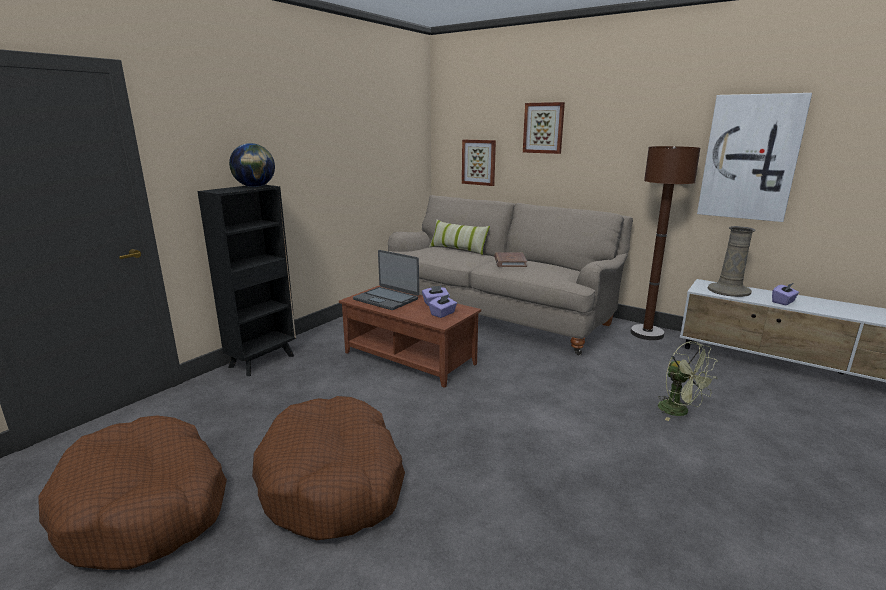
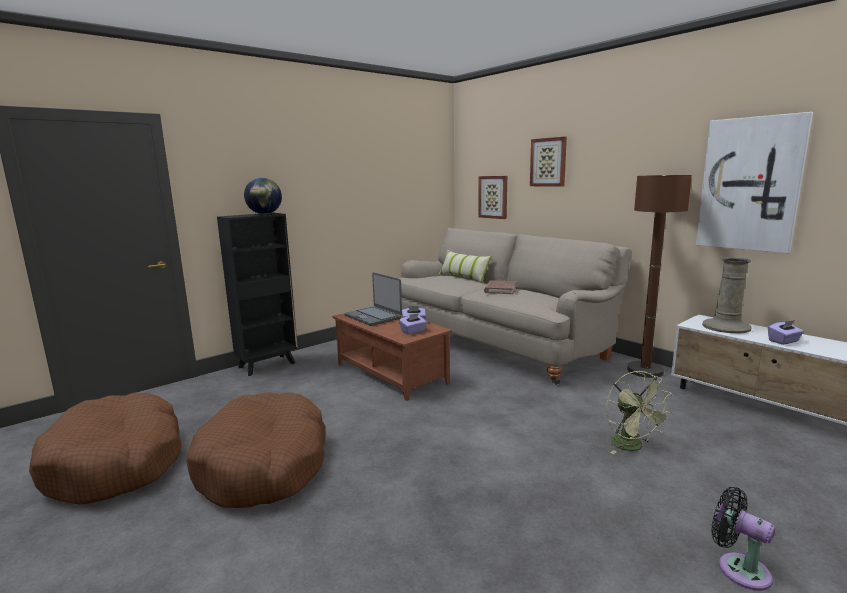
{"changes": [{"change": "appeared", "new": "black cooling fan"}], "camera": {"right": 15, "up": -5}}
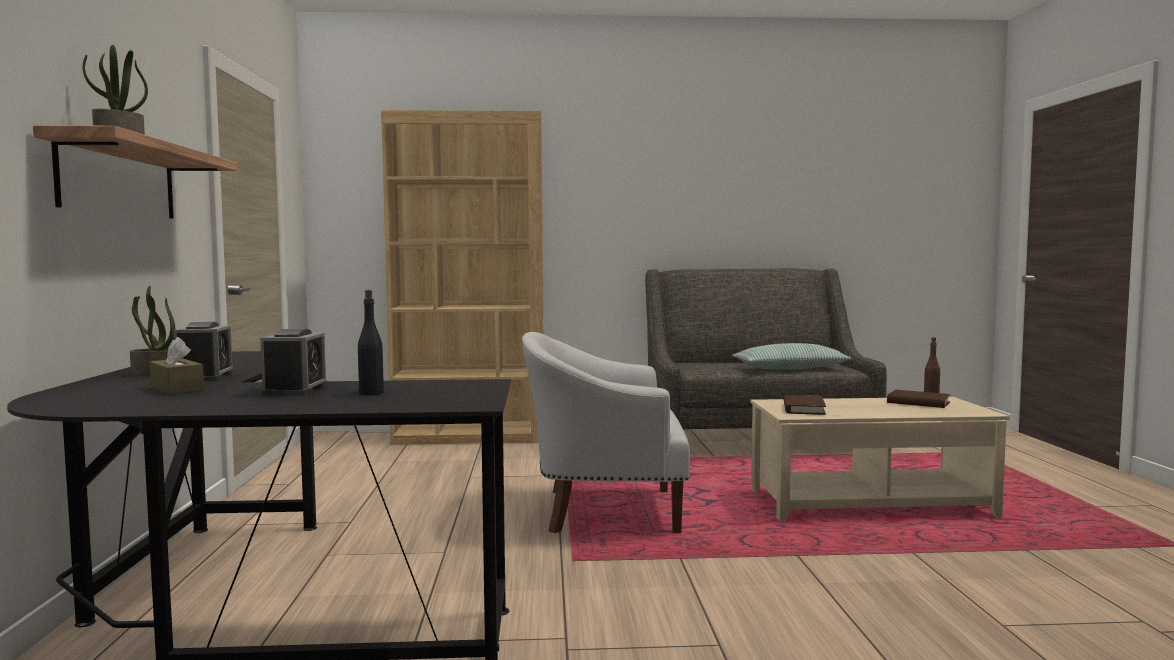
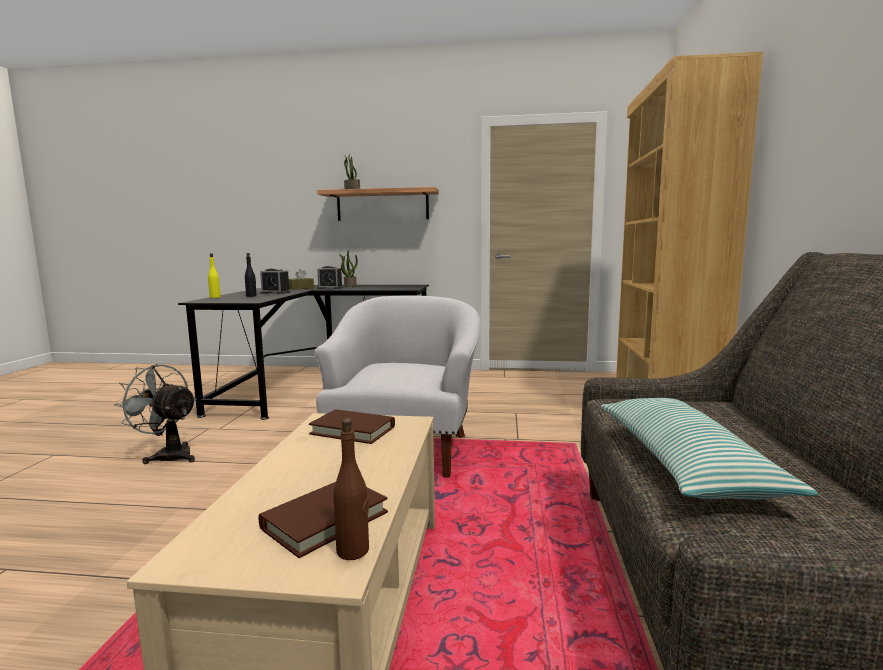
{"changes": [{"change": "appeared", "new": "grey cooling fan"}, {"change": "appeared", "new": "yellow-coloured beverage bottle"}], "camera": {"right": 100, "up": 5}}
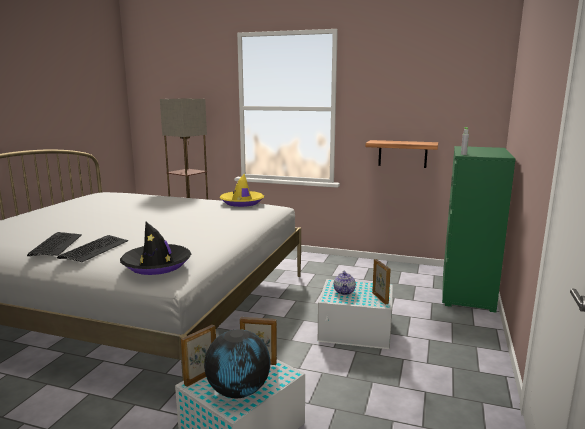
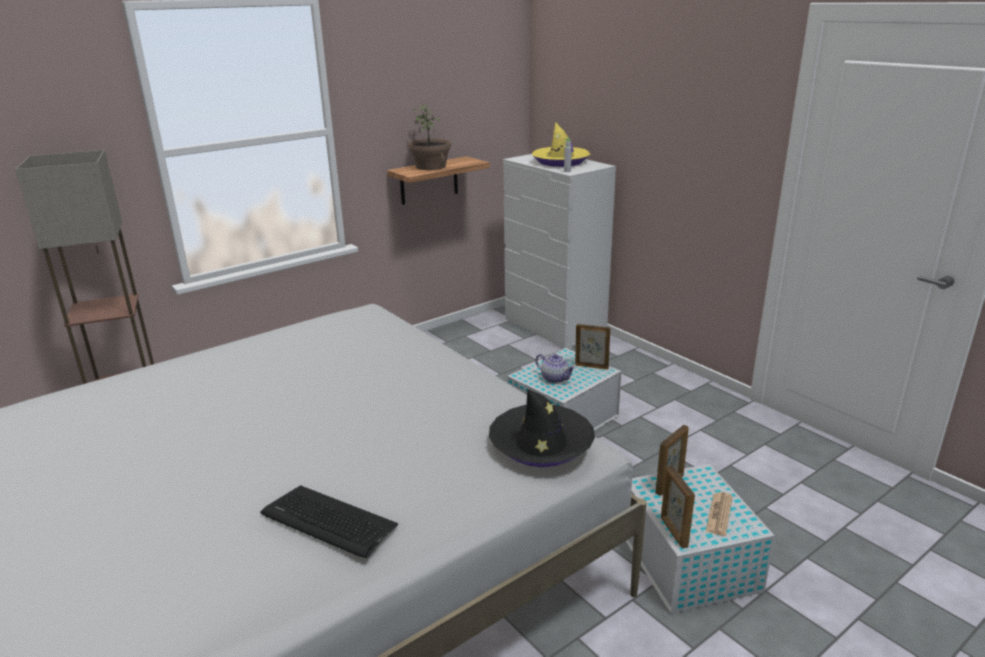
{"changes": [{"change": "missing", "old": "computer keyboard (no. 2 from left)"}, {"change": "exchanged", "old": "desk globe", "new": "newspaper"}, {"change": "relocated", "old": "yellow-coloured clothing hat"}, {"change": "colour", "old": "greenish dresser", "new": "white-coloured dresser"}, {"change": "appeared", "new": "houseplant"}], "camera": {"right": -55, "up": 10}}
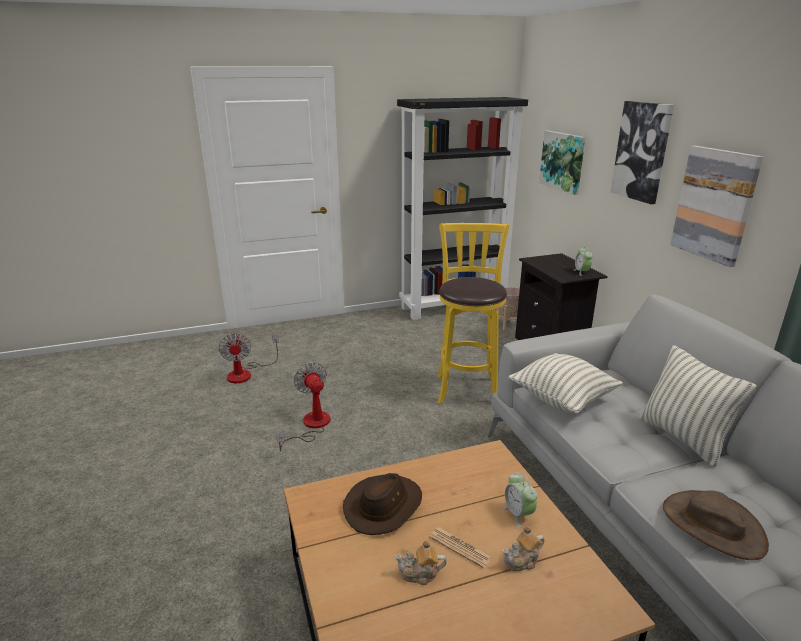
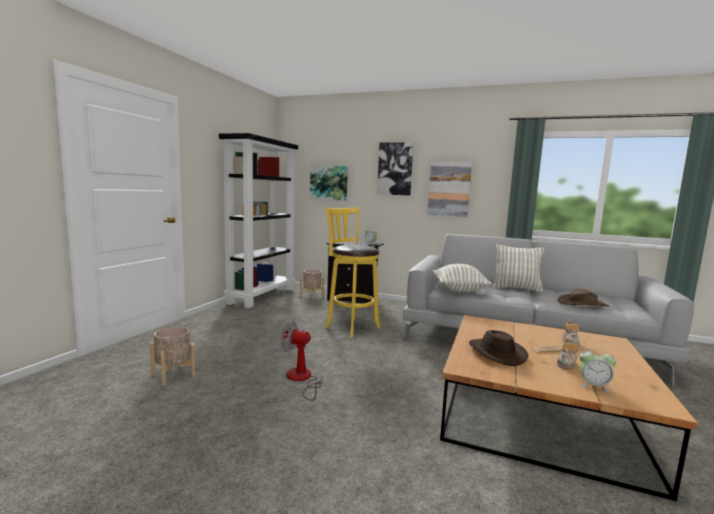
{"changes": [{"change": "exchanged", "old": "cooling fan (no. 1 from left)", "new": "sand-coloured plant pot (no. 1 from left)"}, {"change": "relocated", "old": "table clock (no. 1 from left in the first image)", "new": "table clock (no. 2 from left)"}], "camera": {"right": -50, "up": -15}}
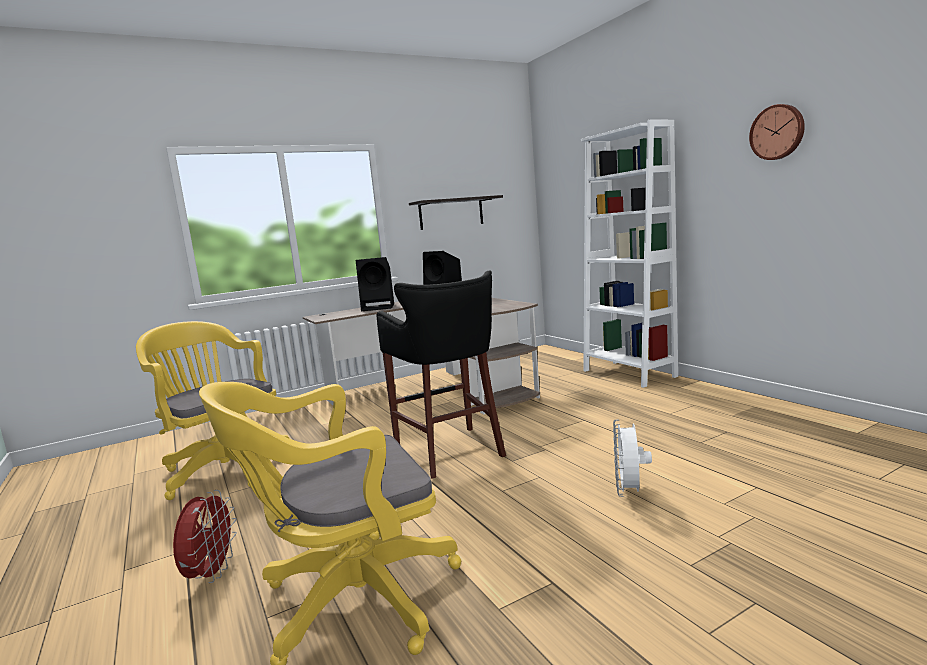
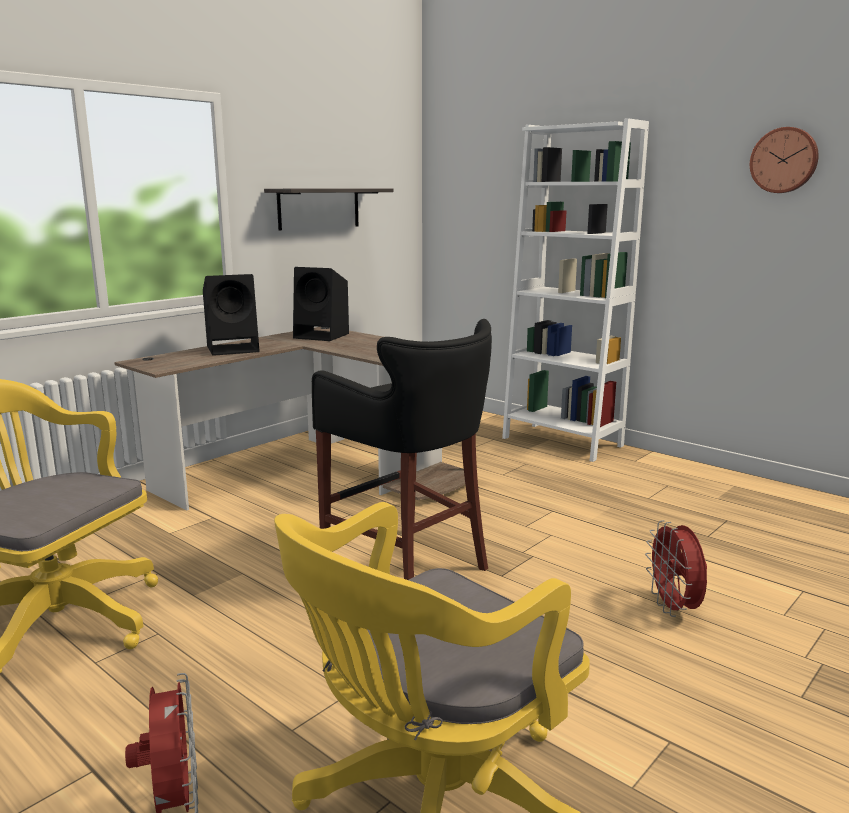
{"changes": [{"change": "colour", "old": "white-coloured cooling fan", "new": "red-coloured cooling fan (no. 2 from left)"}], "camera": {"right": -20, "up": 5}}
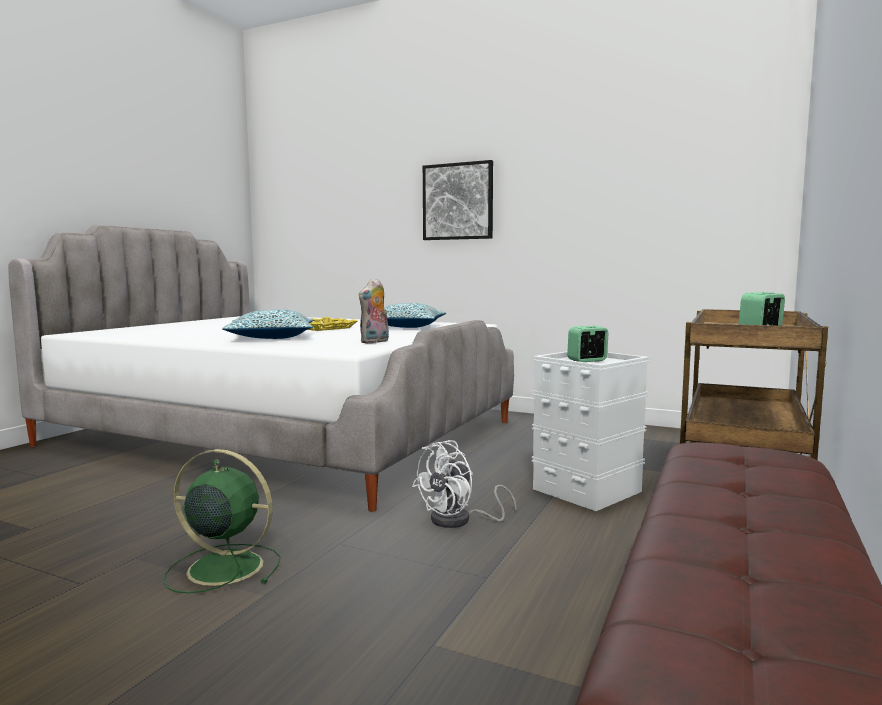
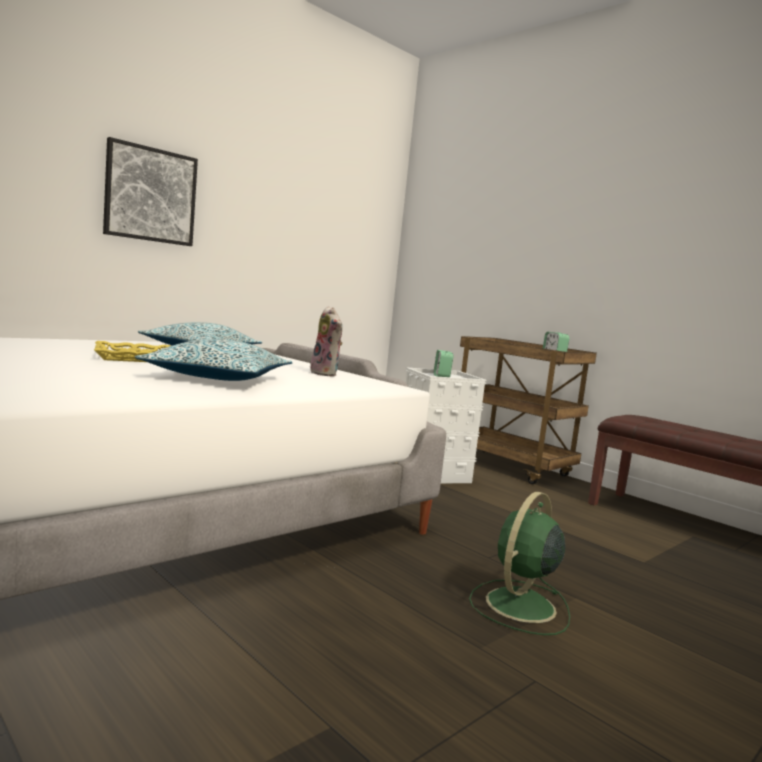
{"changes": [{"change": "missing", "old": "white-coloured cooling fan"}], "camera": {"right": -70, "up": 0}}
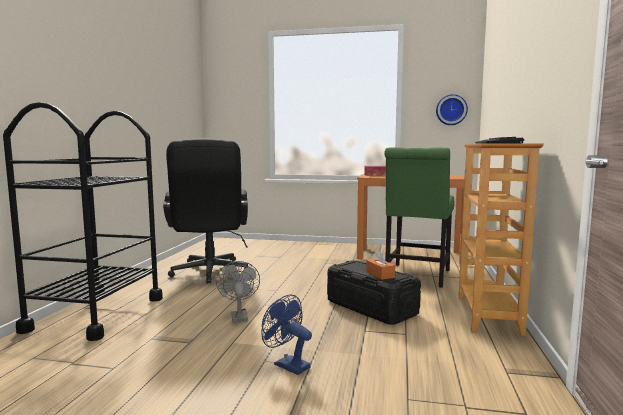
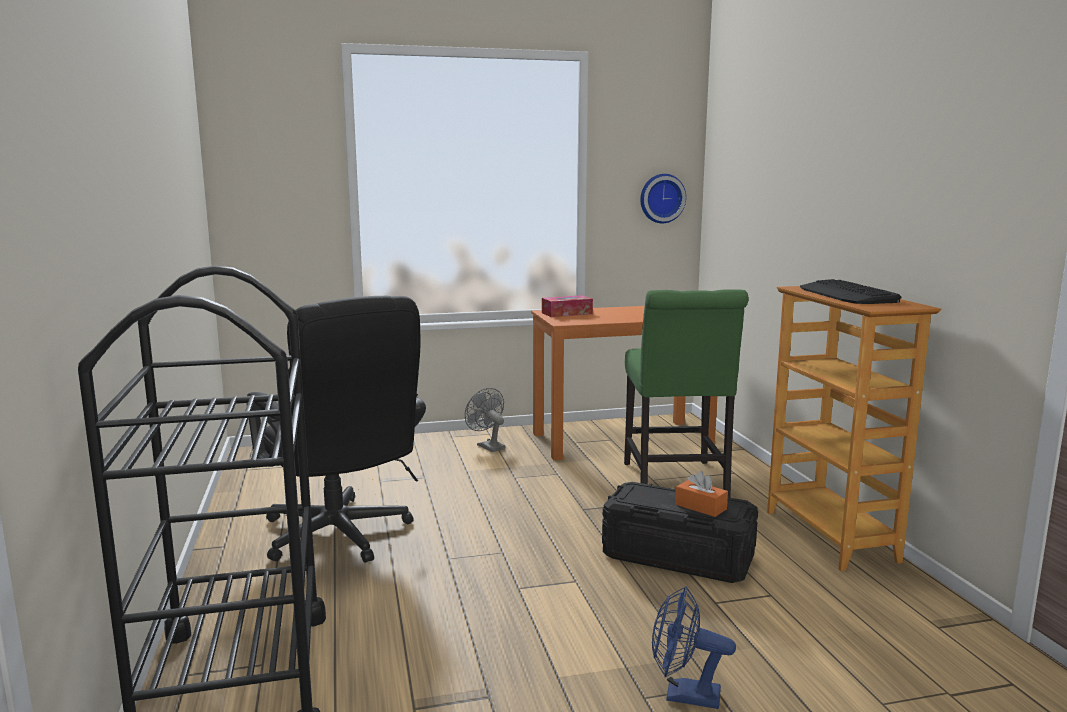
{"changes": [{"change": "relocated", "old": "grey cooling fan"}], "camera": {"right": -25, "up": 5}}
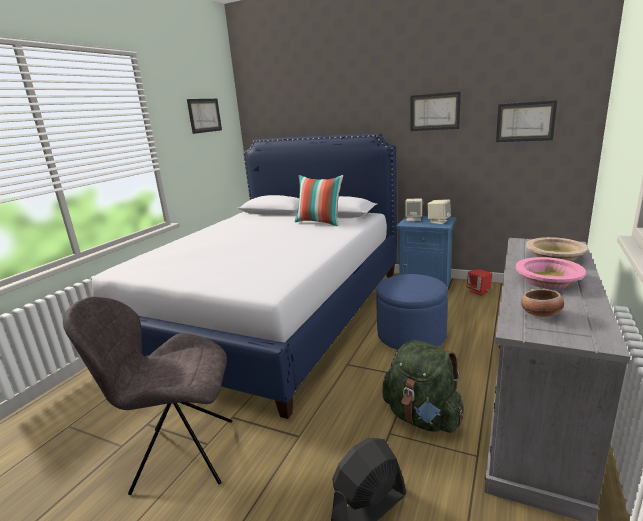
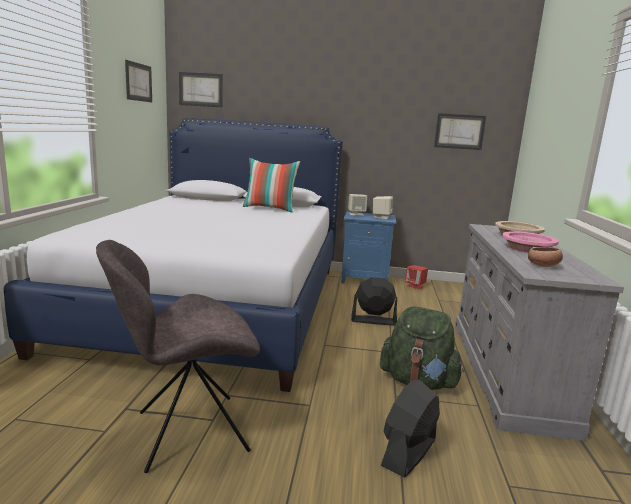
{"changes": [{"change": "exchanged", "old": "blue-coloured footrest", "new": "black cooling fan (no. 1 from left)"}, {"change": "relocated", "old": "wall art (no. 2 from left)"}], "camera": {"right": -20, "up": -5}}
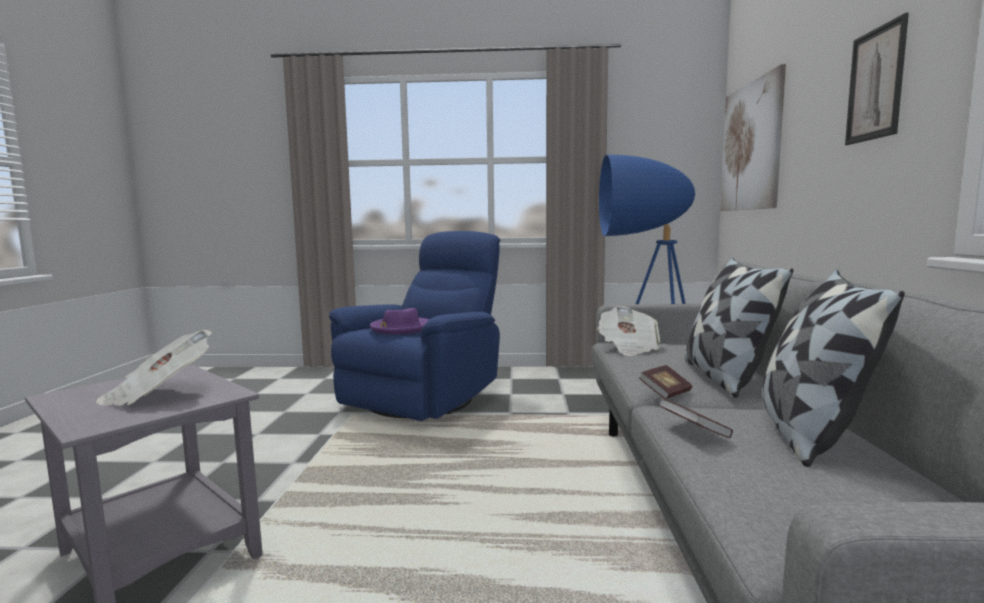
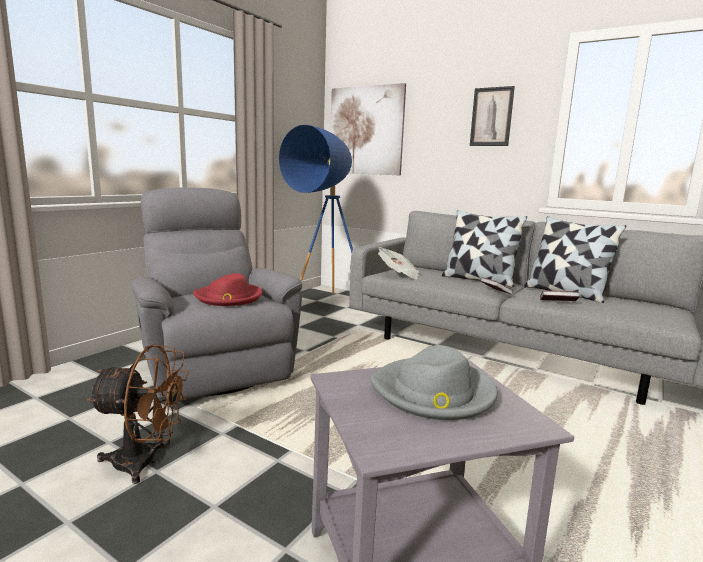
{"changes": [{"change": "exchanged", "old": "newspaper (no. 1 from left)", "new": "grey clothing hat"}, {"change": "colour", "old": "blue-coloured lounge chair", "new": "grey lounge chair"}, {"change": "colour", "old": "purplish clothing hat", "new": "red-coloured clothing hat"}, {"change": "appeared", "new": "brown cooling fan"}], "camera": {"right": -60, "up": 5}}
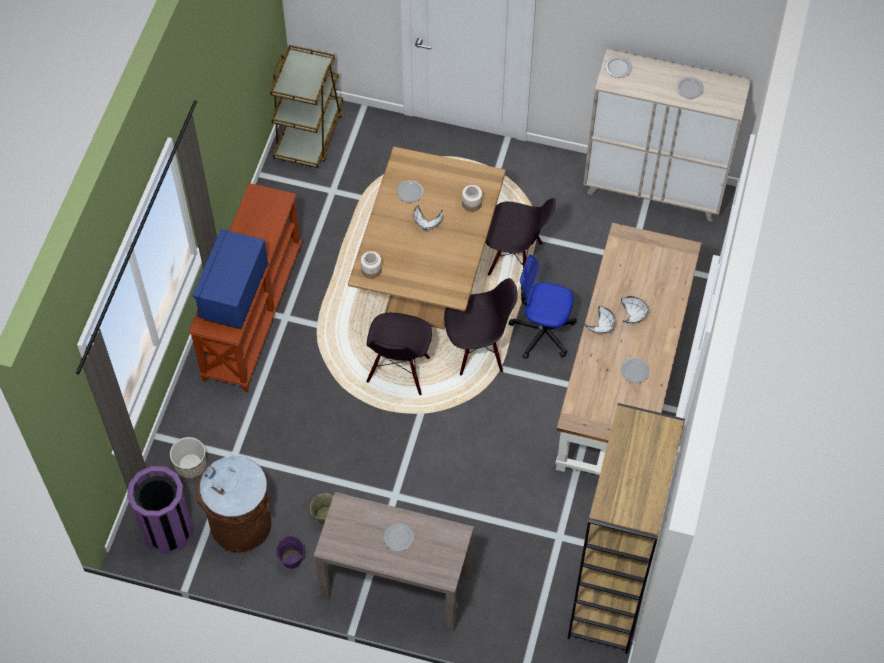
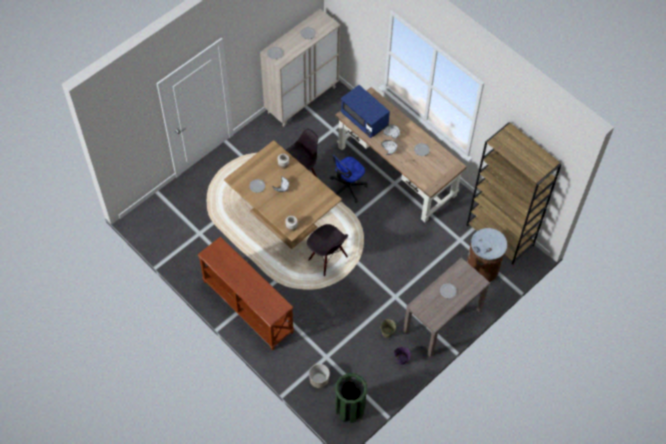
{"changes": [{"change": "colour", "old": "purplish trash can", "new": "greenish trash can"}, {"change": "relocated", "old": "blue-coloured kitchen microwave"}, {"change": "relocated", "old": "brown trash can"}, {"change": "missing", "old": "brown cart"}, {"change": "missing", "old": "black upright chair (no. 2 from left)"}], "camera": {"right": -60, "up": 0}}
